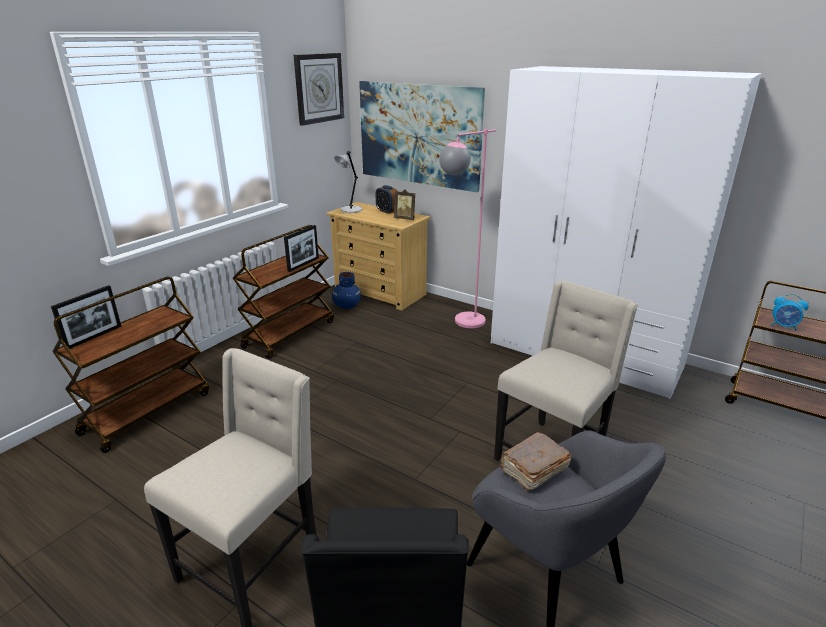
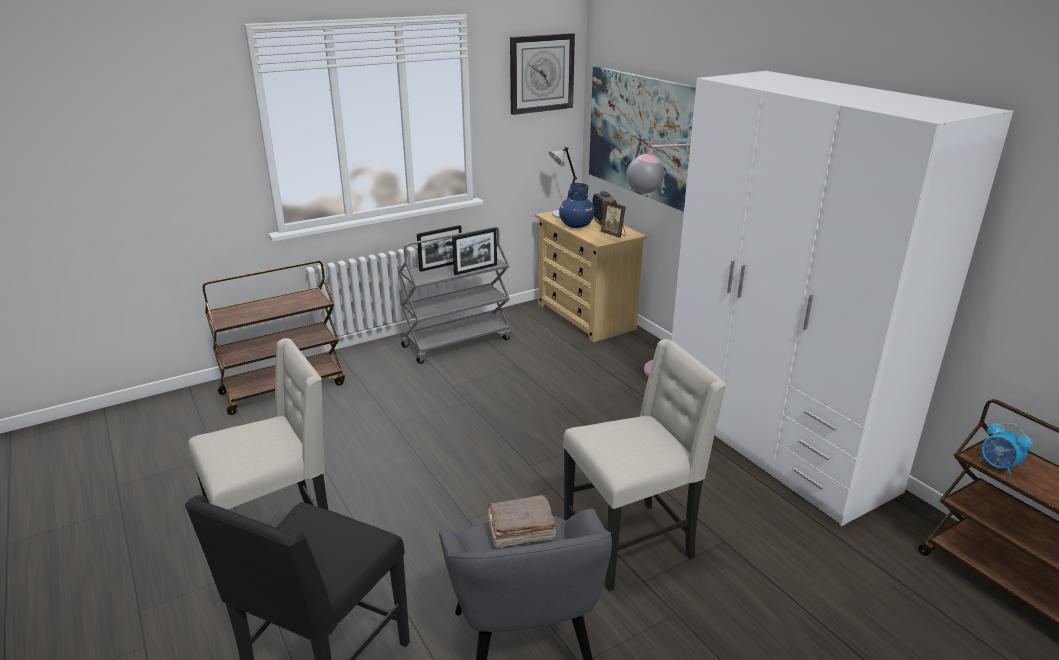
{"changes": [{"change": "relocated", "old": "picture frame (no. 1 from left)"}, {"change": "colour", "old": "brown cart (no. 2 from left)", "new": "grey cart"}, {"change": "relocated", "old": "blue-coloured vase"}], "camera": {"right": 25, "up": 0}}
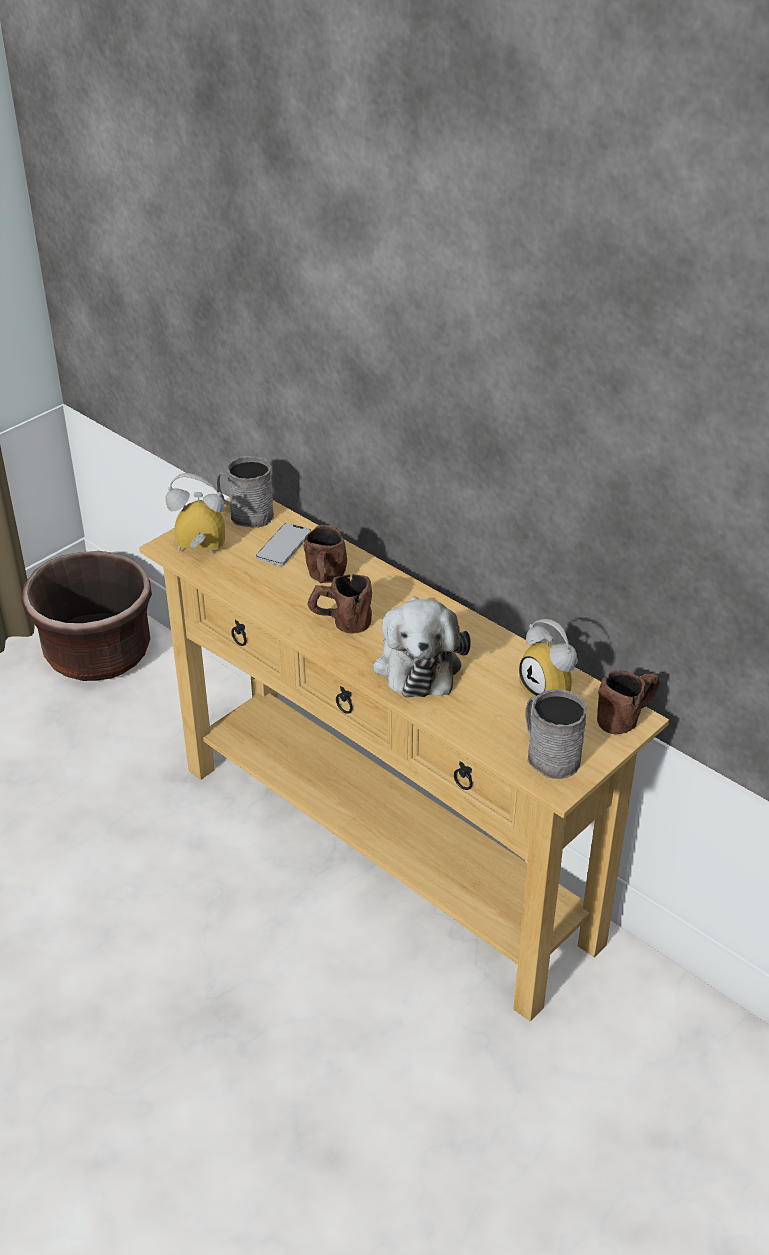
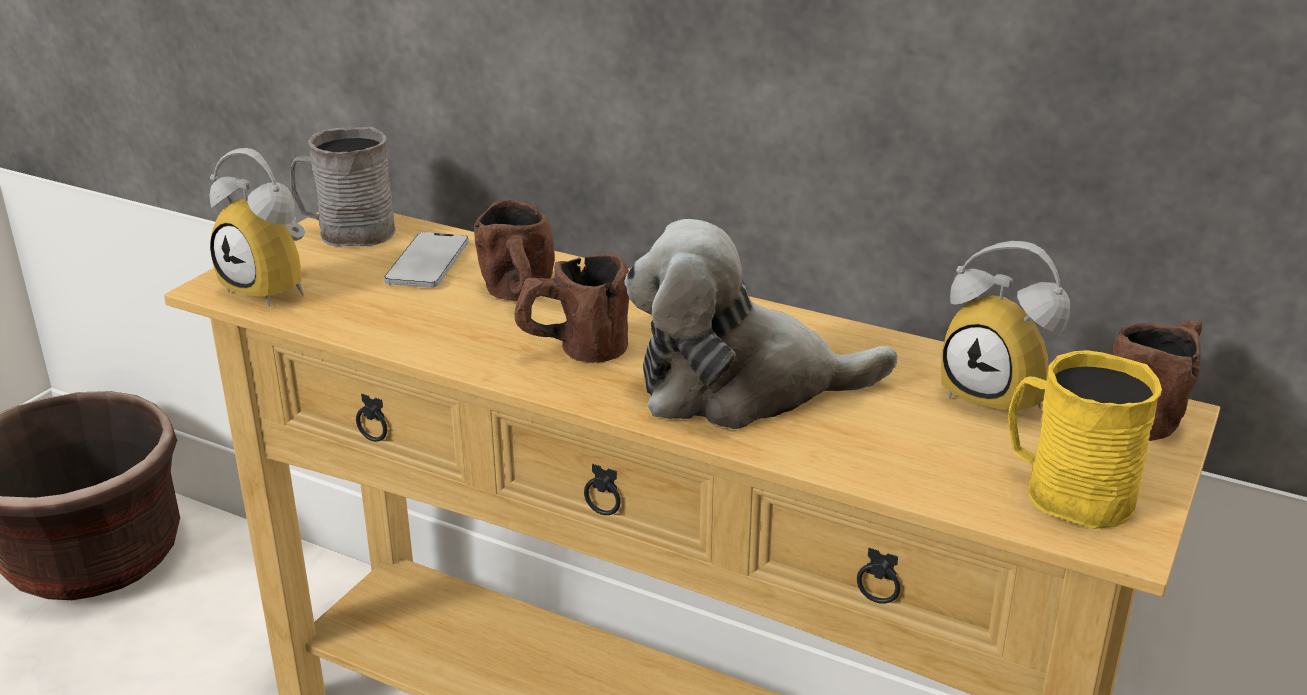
{"changes": [{"change": "spun", "old": "table clock (no. 1 from left)", "degrees": -135}, {"change": "spun", "old": "soft toy", "degrees": 105}, {"change": "colour", "old": "grey mug (no. 2 from left)", "new": "yellow-coloured mug"}], "camera": {"right": -15, "up": -10}}
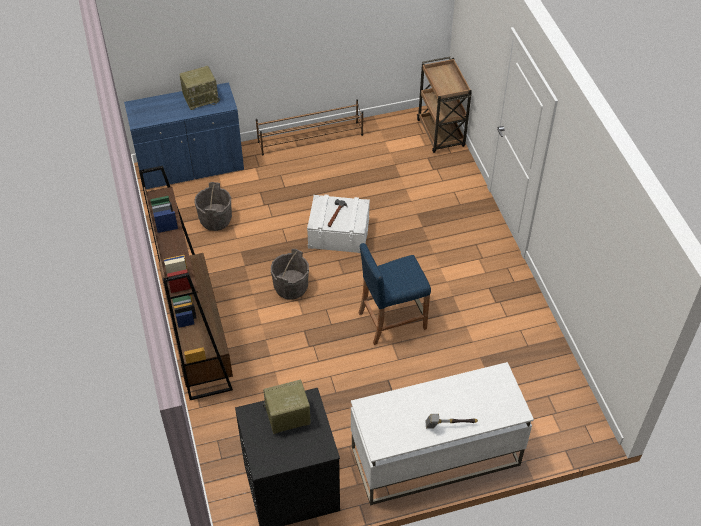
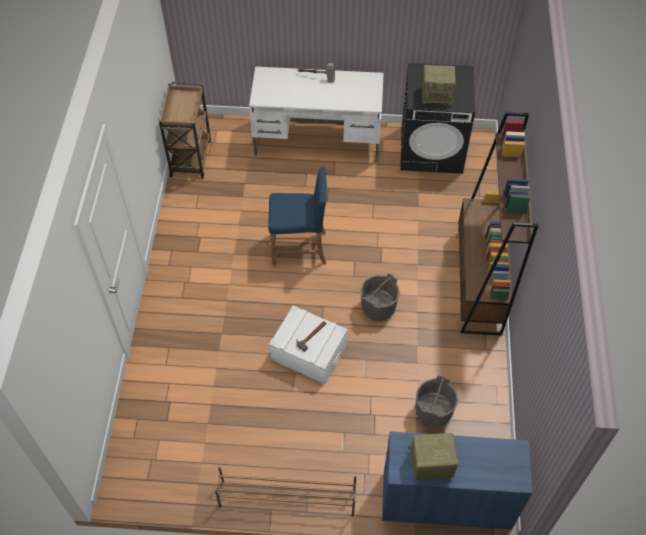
{"changes": [{"change": "relocated", "old": "brown cart"}], "camera": {"right": -160, "up": 5}}
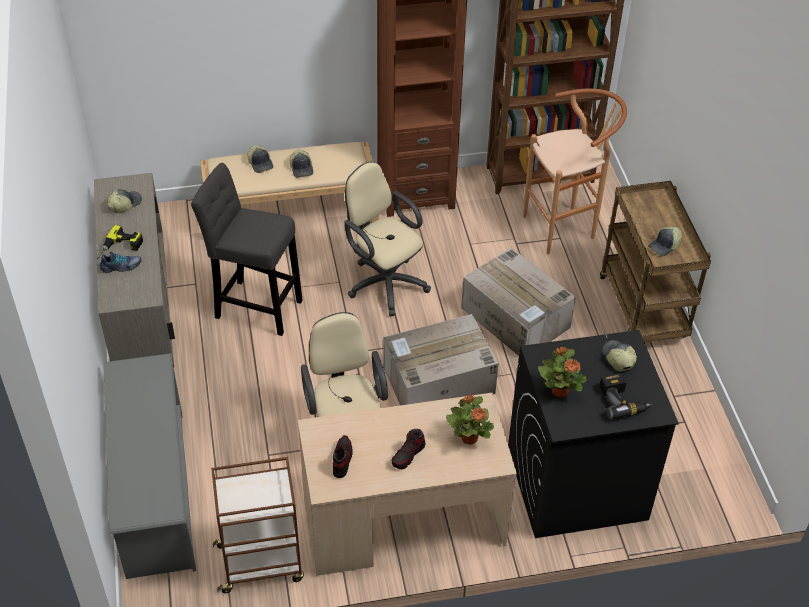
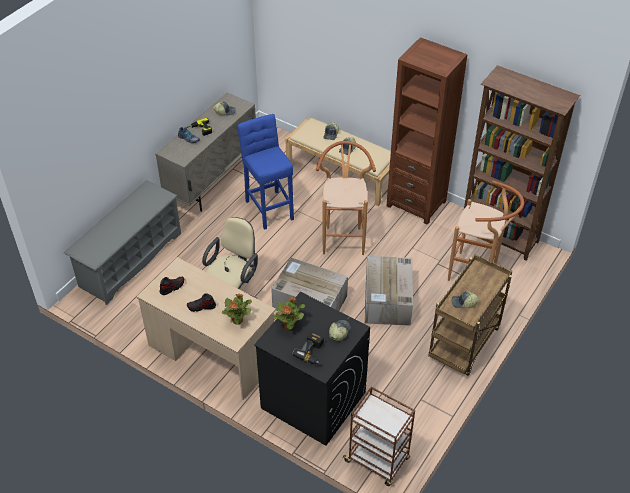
{"changes": [{"change": "colour", "old": "grey stool", "new": "blue-coloured stool"}, {"change": "relocated", "old": "brown cart (no. 1 from left)"}, {"change": "exchanged", "old": "sand-coloured computer chair (no. 2 from left)", "new": "brown stool (no. 1 from left)"}], "camera": {"right": 45, "up": 0}}
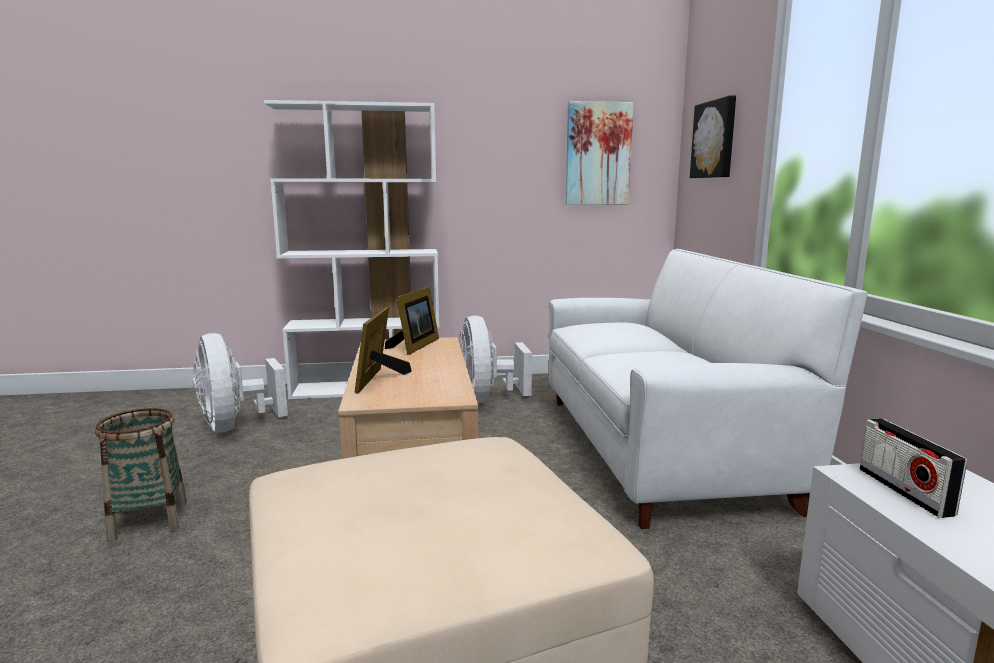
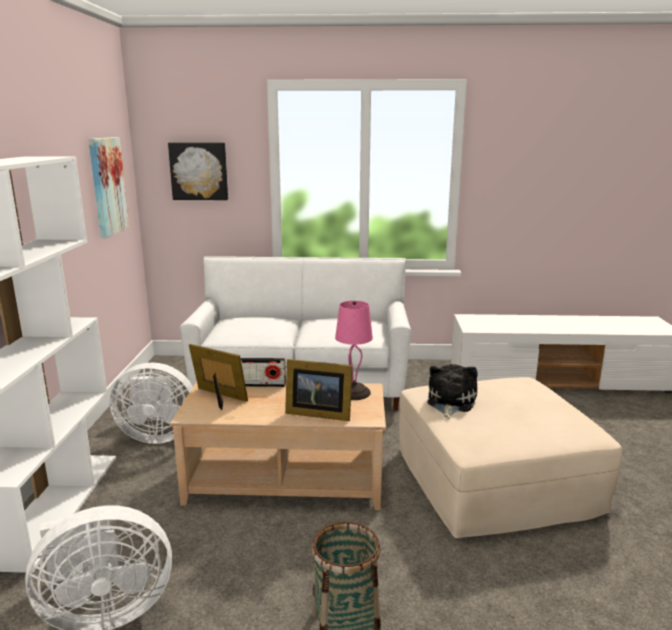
{"changes": [{"change": "relocated", "old": "radio"}, {"change": "appeared", "new": "pink lamp for a table"}, {"change": "appeared", "new": "soft toy"}], "camera": {"right": -80, "up": 5}}
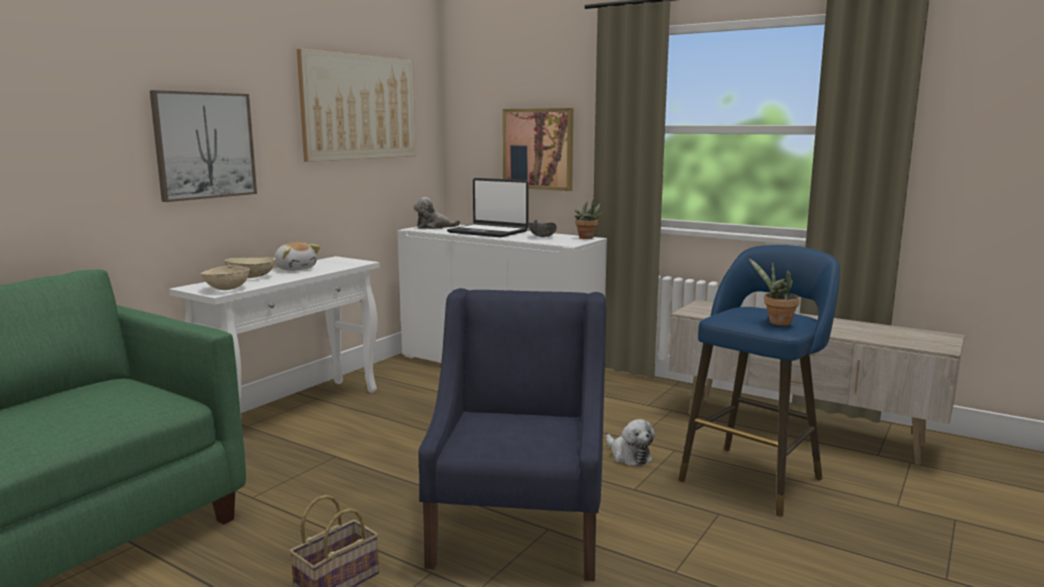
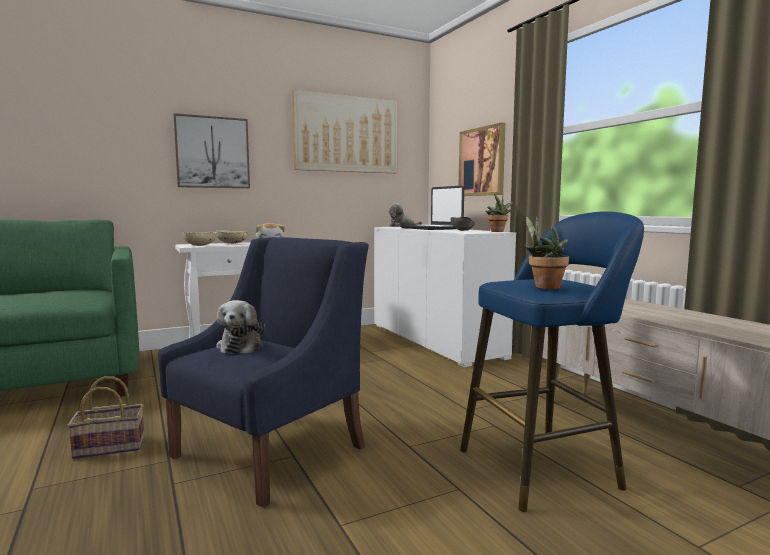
{"changes": [{"change": "relocated", "old": "soft toy (no. 3 from left in the first image)", "new": "soft toy (no. 1 from left)"}], "camera": {"right": 30, "up": -5}}
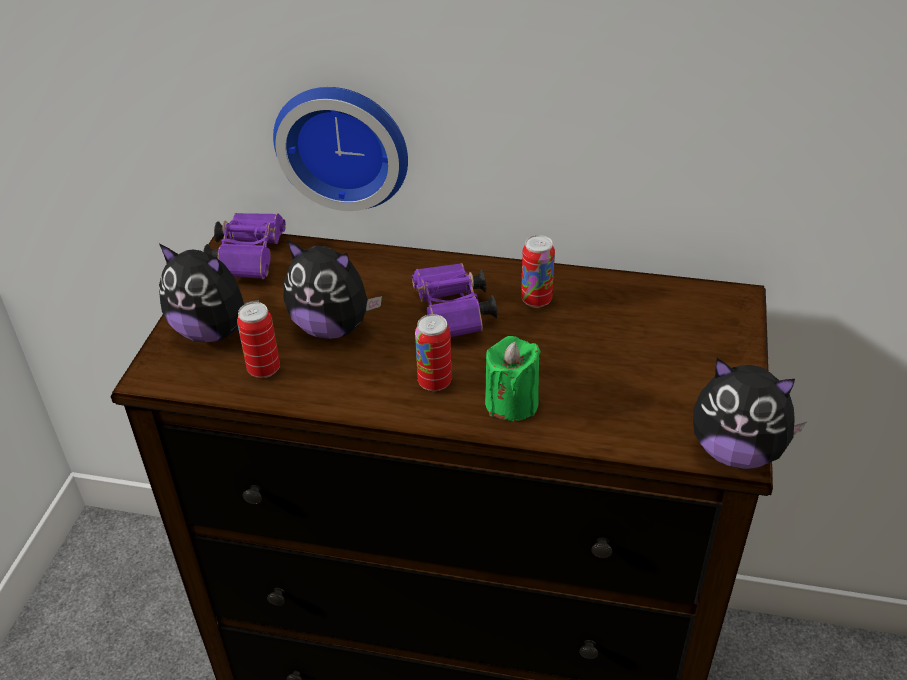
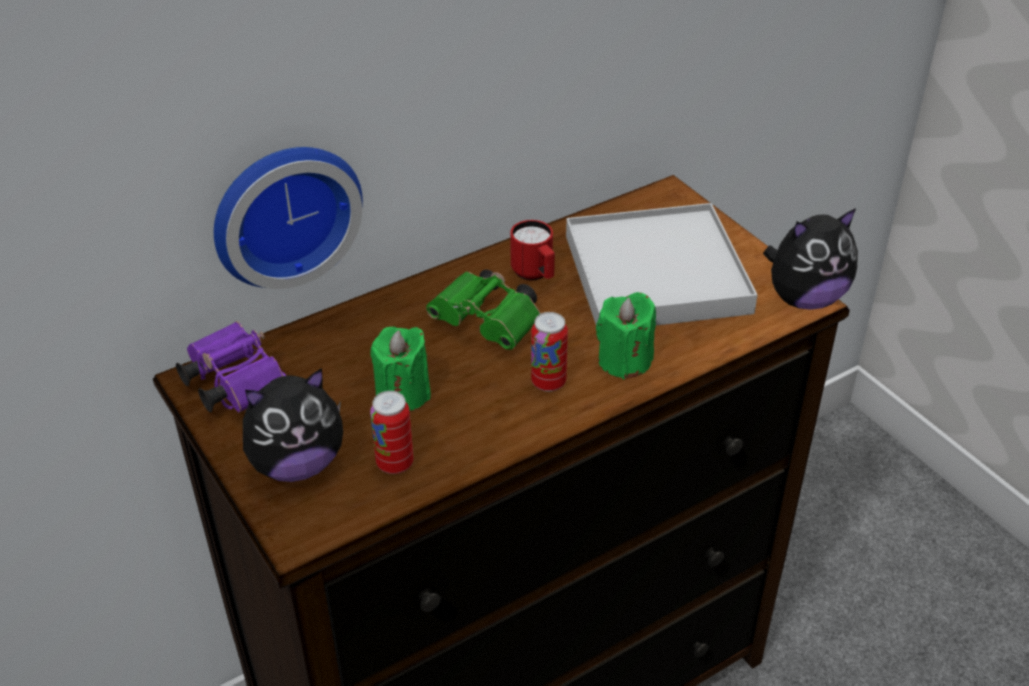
{"changes": [{"change": "exchanged", "old": "soft toy (no. 2 from left)", "new": "greenish wax candle (no. 1 from left)"}, {"change": "colour", "old": "purplish pair of binoculars (no. 2 from left)", "new": "greenish pair of binoculars"}, {"change": "exchanged", "old": "metal can (no. 3 from left)", "new": "red-coloured mug"}, {"change": "appeared", "new": "white-coloured carrying tray"}], "camera": {"right": -45, "up": 0}}
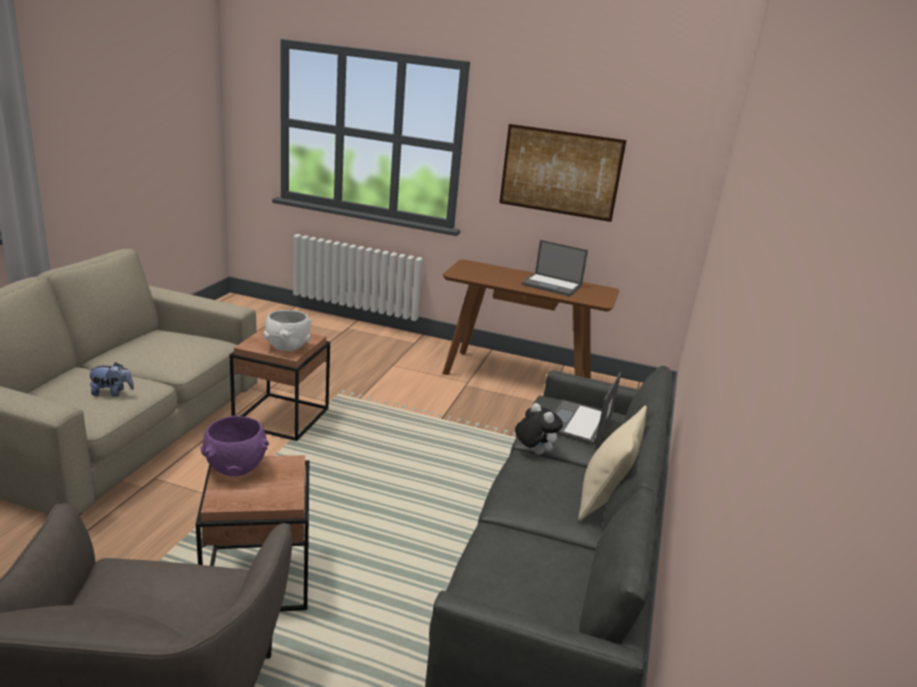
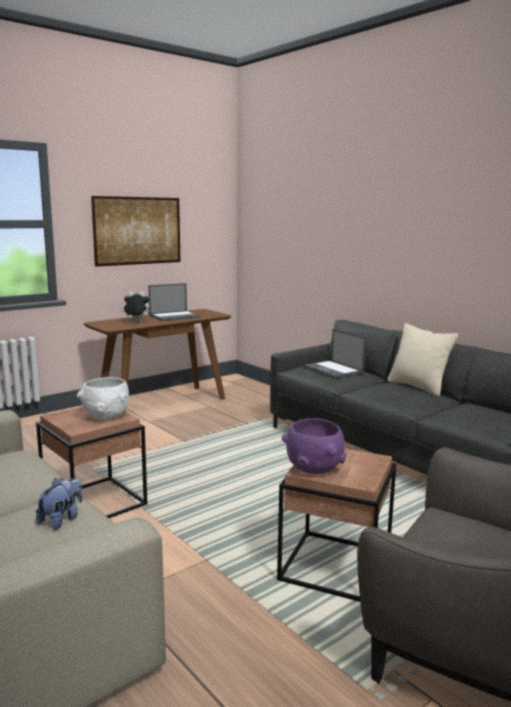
{"changes": [{"change": "relocated", "old": "soft toy (no. 2 from left)"}], "camera": {"right": -55, "up": -10}}
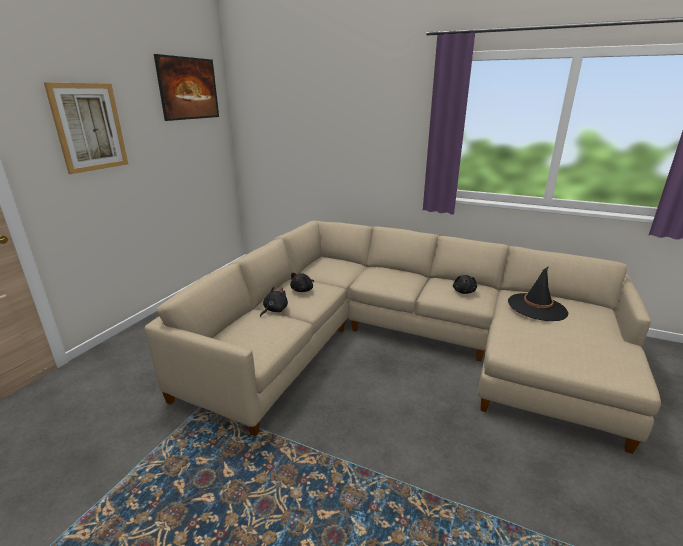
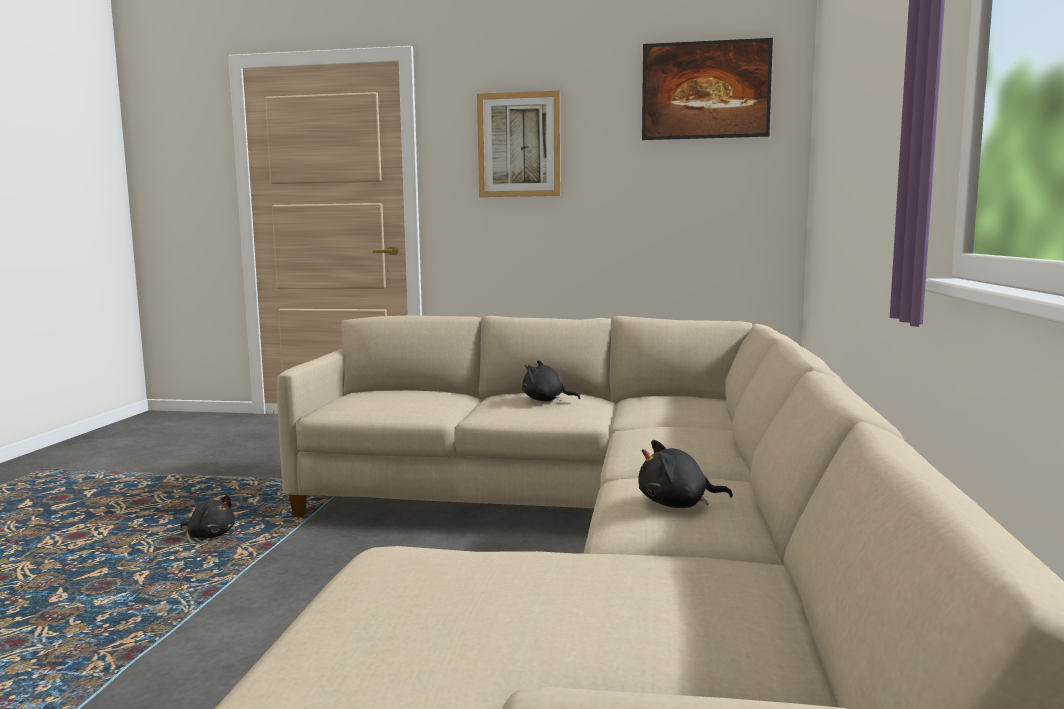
{"changes": [{"change": "relocated", "old": "black soft toy (no. 1 from left)"}, {"change": "missing", "old": "black clothing hat"}], "camera": {"right": 75, "up": -15}}
